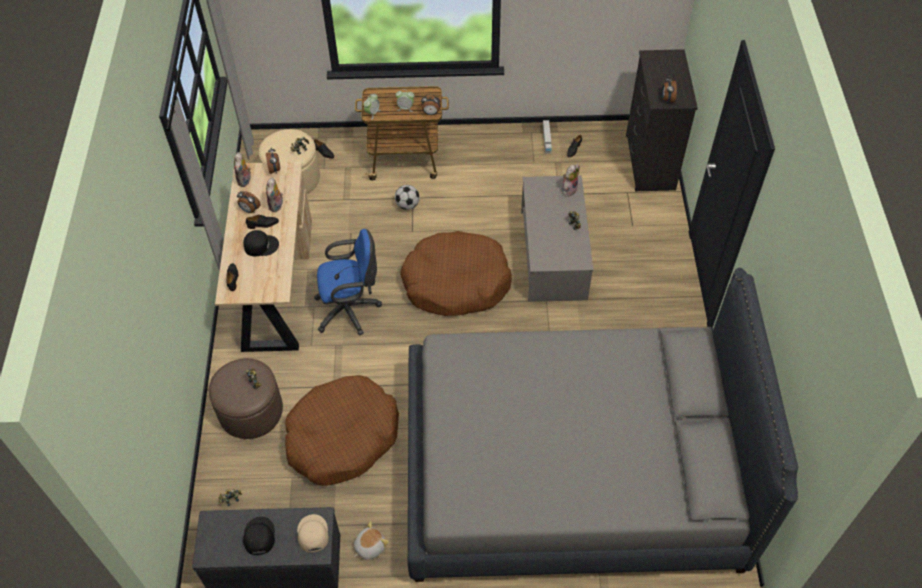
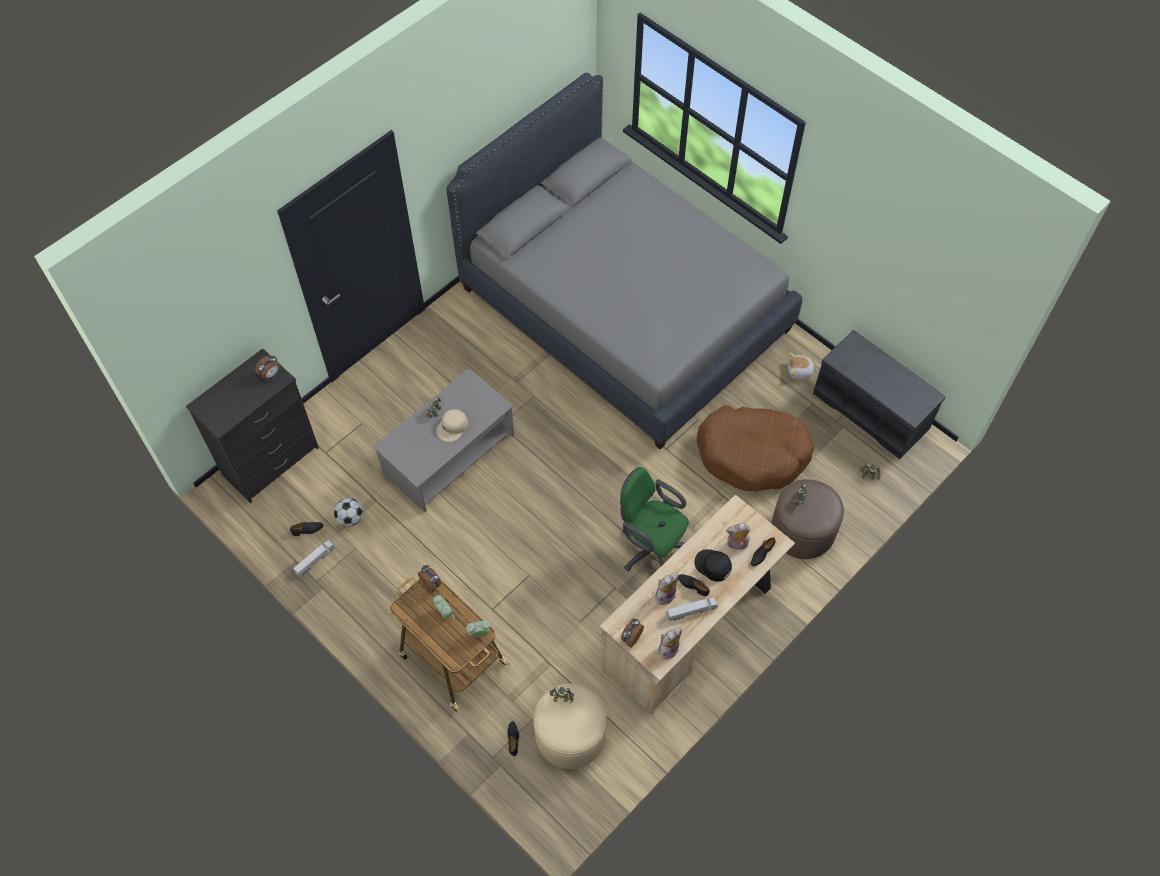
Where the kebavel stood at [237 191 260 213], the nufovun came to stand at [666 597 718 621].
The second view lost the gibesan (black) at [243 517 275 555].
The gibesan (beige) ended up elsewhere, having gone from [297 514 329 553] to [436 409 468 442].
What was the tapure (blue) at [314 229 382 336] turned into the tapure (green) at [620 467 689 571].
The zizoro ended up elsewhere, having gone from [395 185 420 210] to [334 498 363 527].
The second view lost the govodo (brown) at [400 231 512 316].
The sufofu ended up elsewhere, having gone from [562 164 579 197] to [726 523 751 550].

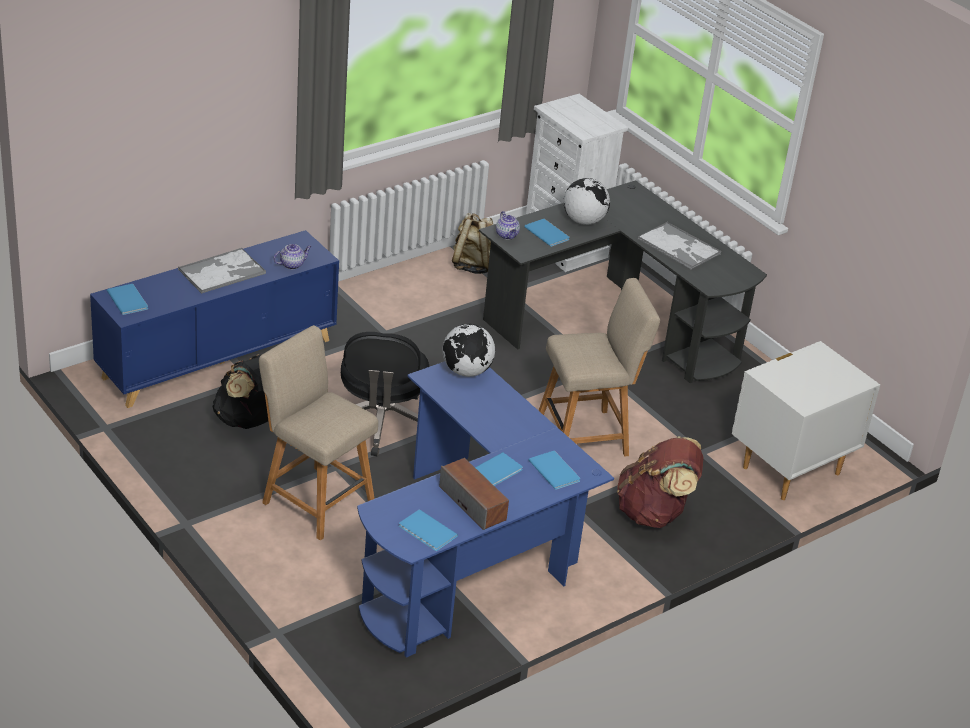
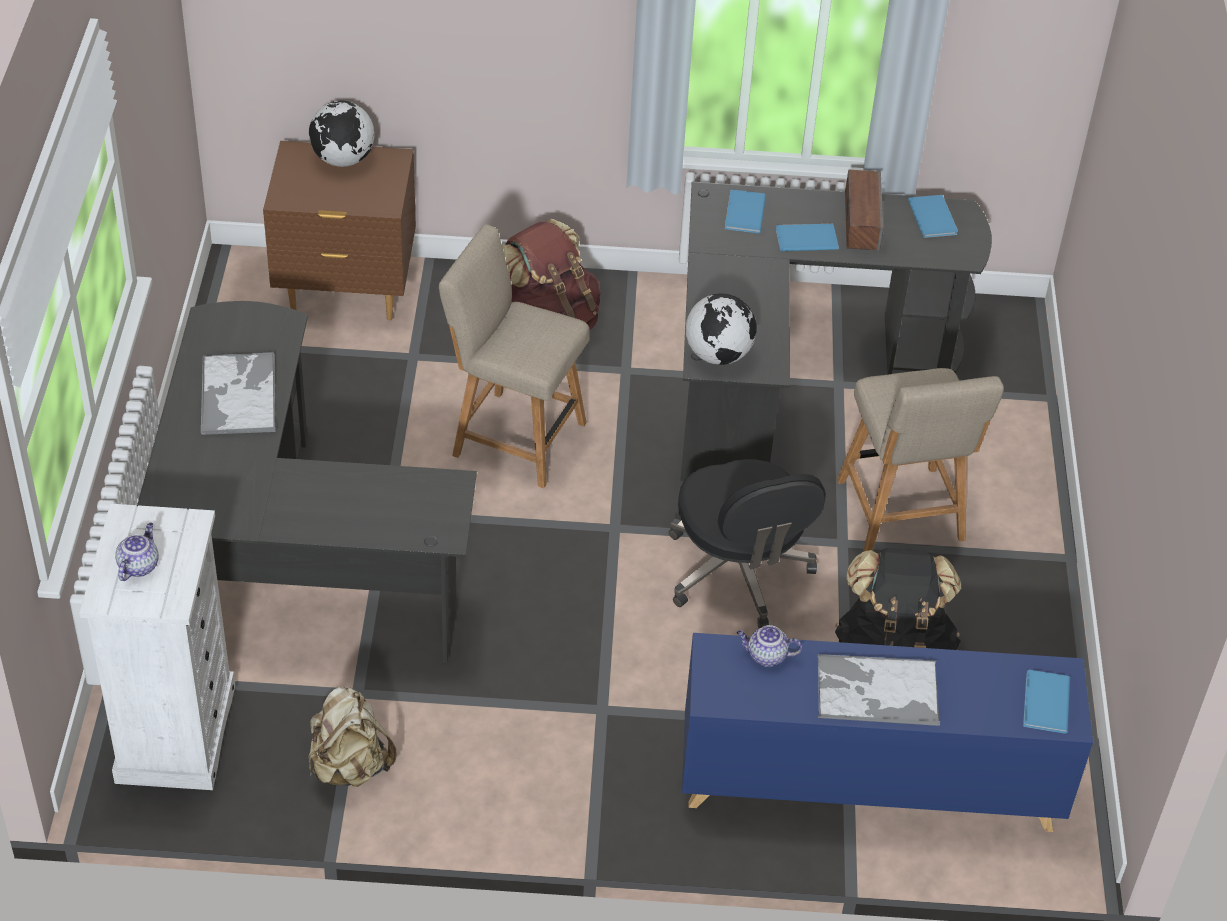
The tapure (black) at [341 332 429 456] ended up facing another way, 120 degrees clockwise from before.
What was the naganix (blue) at [357 361 614 658] turned into the naganix (black) at [680 182 992 481].
The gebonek ended up elsewhere, having gone from [496 211 520 239] to [115 522 159 581].
The second view lost the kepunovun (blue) at [524 219 570 247].
The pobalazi ended up elsewhere, having gone from [564 178 610 225] to [309 100 375 167].
What was the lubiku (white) at [732 341 880 500] turned into the lubiku (brown) at [263 141 416 320].

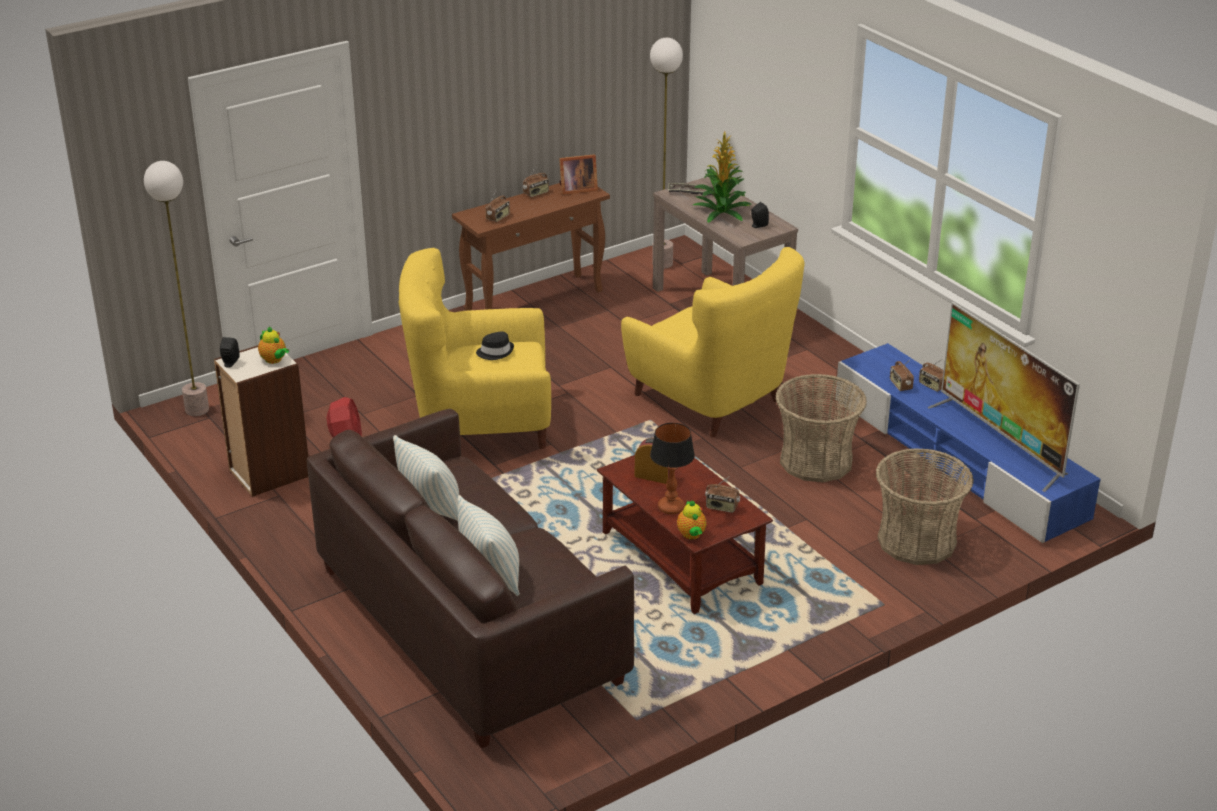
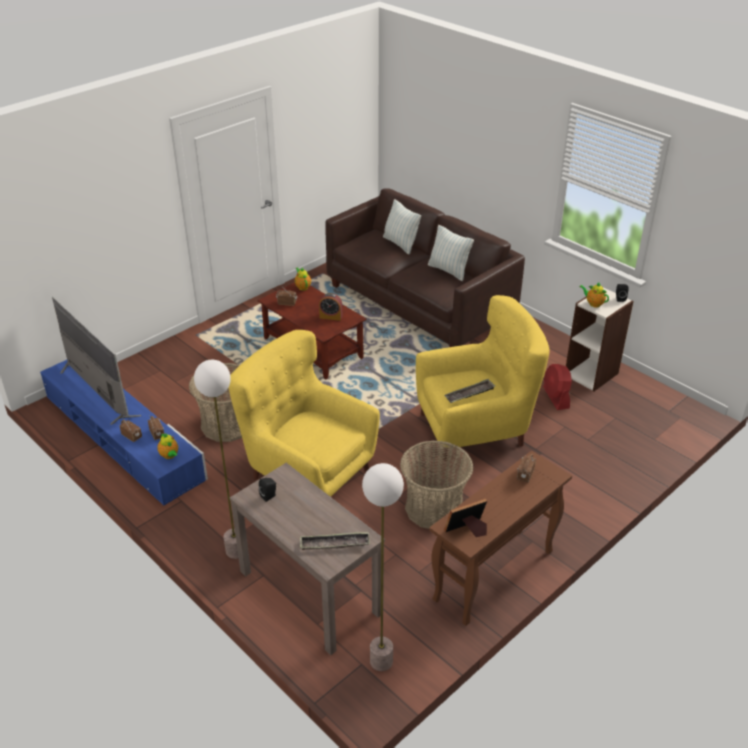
The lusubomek ended up elsewhere, having gone from [144 161 209 416] to [194 360 239 559].
Where the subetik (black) stood at [476 331 514 360], the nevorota came to stand at [444 379 495 403].
The second view lost the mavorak at [523 165 549 197].
The second view lost the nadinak at [650 423 695 514].
The second view lost the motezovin at [693 131 751 223].
The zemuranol ended up elsewhere, having gone from [875 448 974 565] to [400 441 473 529].
The second view gained the gebonek at [157 433 178 459].

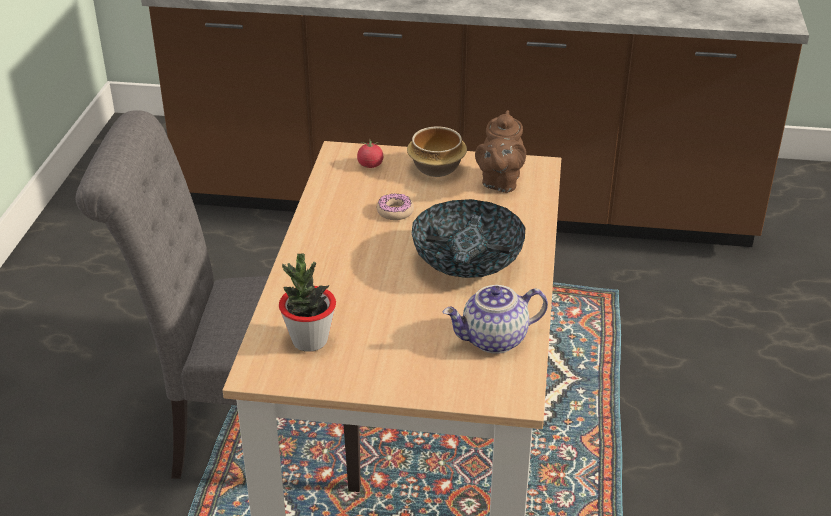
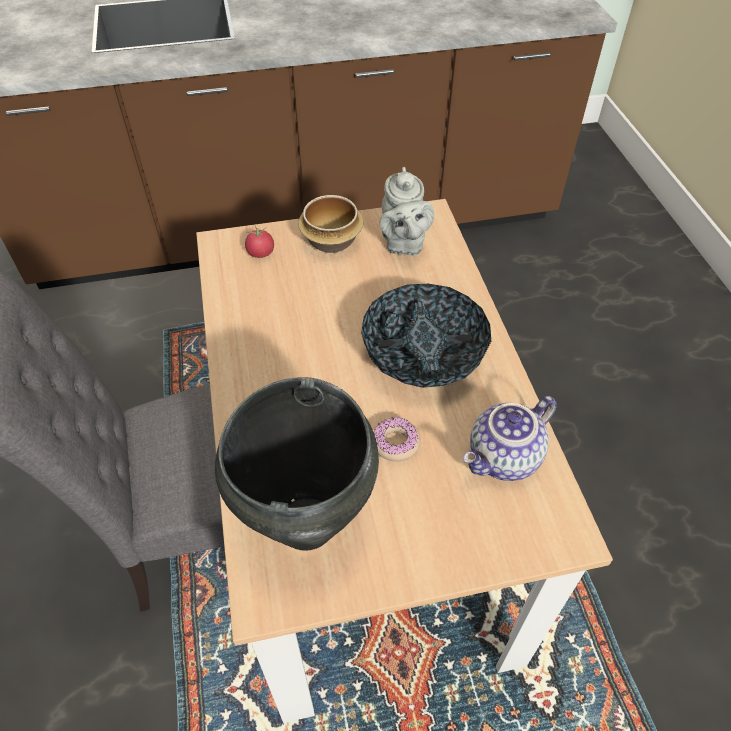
Where the motezovin stood at [279 253 336 352], the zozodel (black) came to stand at [215 377 379 551].
The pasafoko ended up elsewhere, having gone from [377 194 414 220] to [373 417 420 461].
What was the gebonek (brown) at [475 110 526 193] turned into the gebonek (grey) at [379 167 434 256].

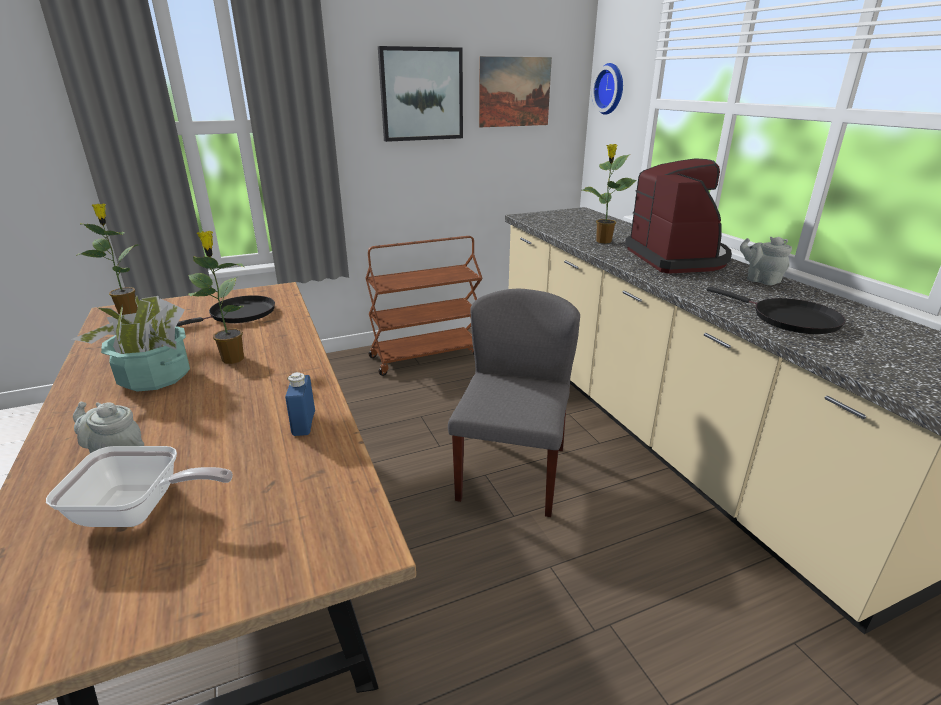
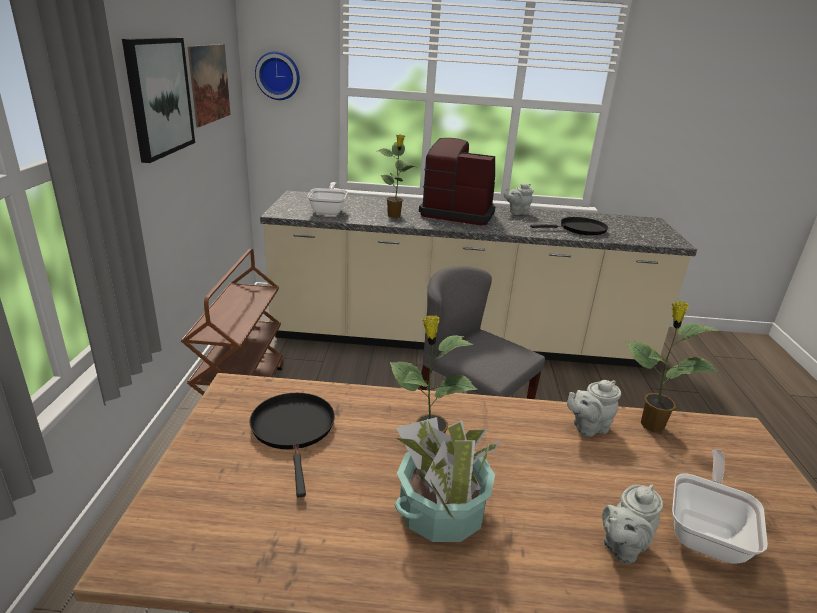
The motezovin ended up elsewhere, having gone from [76 204 141 315] to [626 301 721 432].
Where the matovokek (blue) stood at [285 372 315 436], the gebonek (grey) came to stand at [567 380 621 437].
The second view gained the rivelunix at [307 182 348 215].

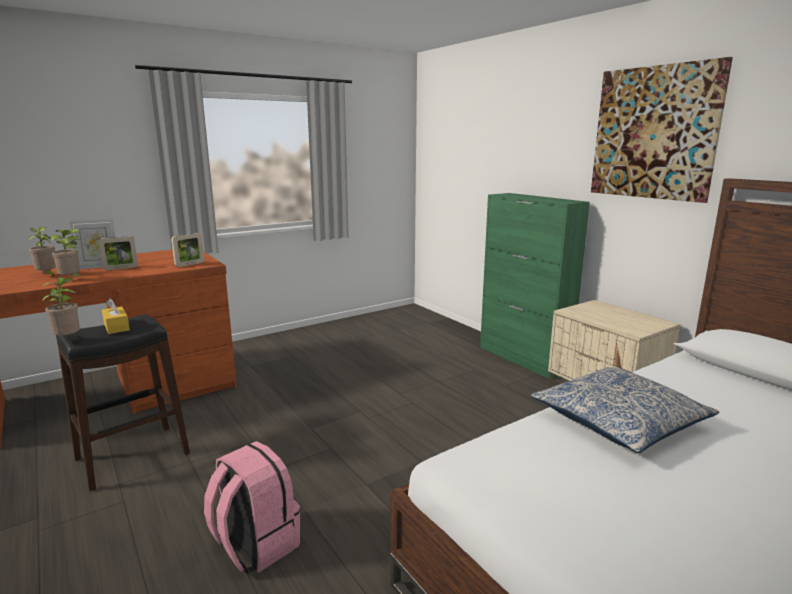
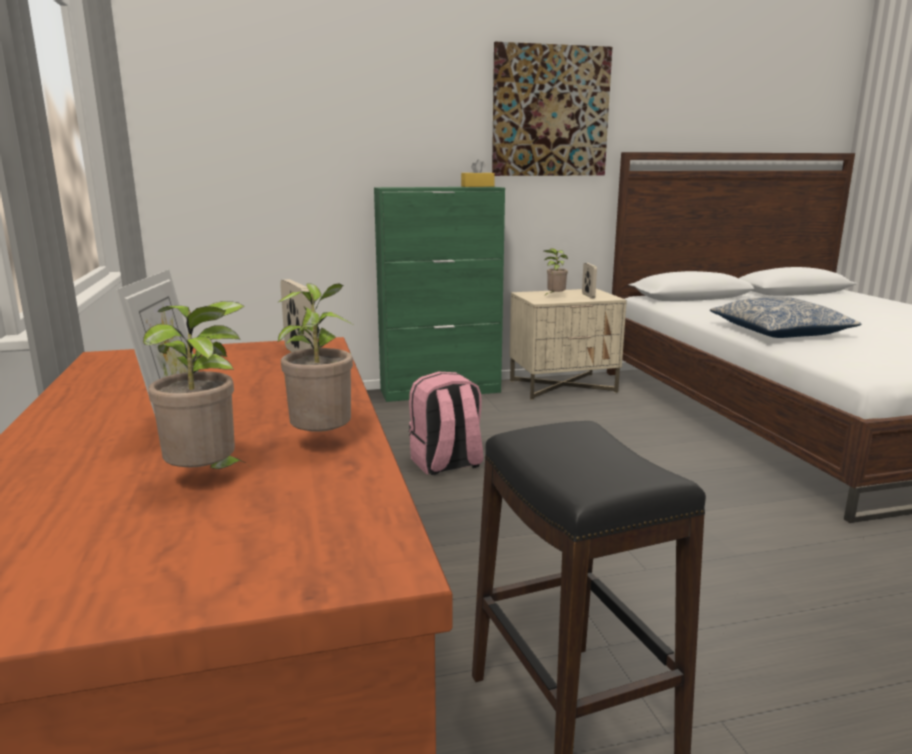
The motezovin ended up elsewhere, having gone from [41 277 80 335] to [543 248 568 297].
The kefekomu ended up elsewhere, having gone from [99 236 138 270] to [582 263 597 299].
The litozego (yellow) ended up elsewhere, having gone from [102 298 130 334] to [461 159 495 187].
The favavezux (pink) ended up elsewhere, having gone from [204 441 300 574] to [409 372 484 475].

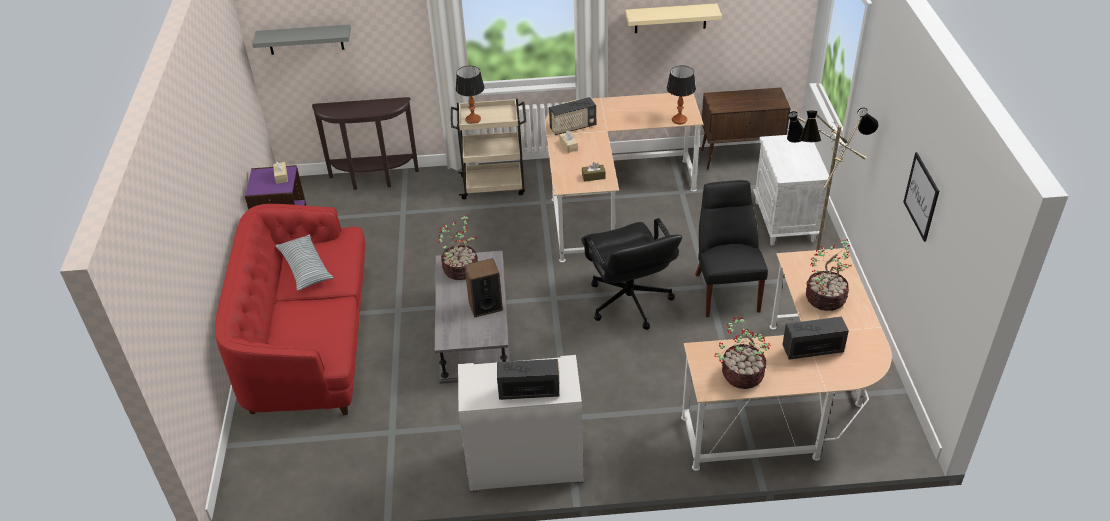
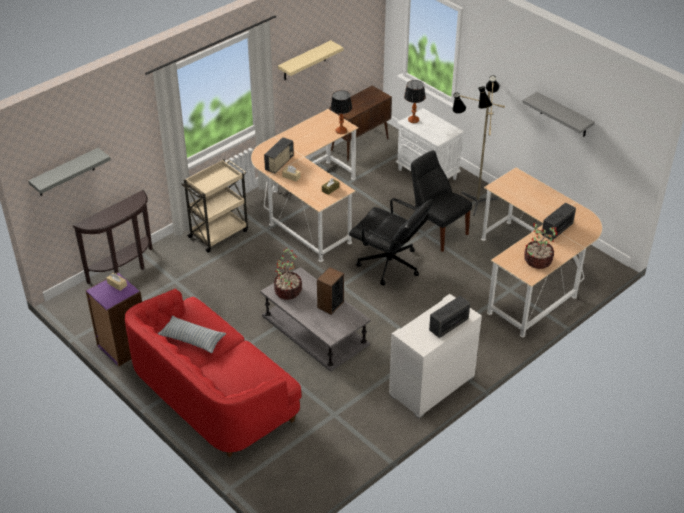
The nadinak ended up elsewhere, having gone from [456 66 485 124] to [404 80 426 123].
The second view lost the motezovin at [806 239 852 311].
Where the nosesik hung at [903 152 939 242], the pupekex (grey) came to hang at [522 92 595 137].

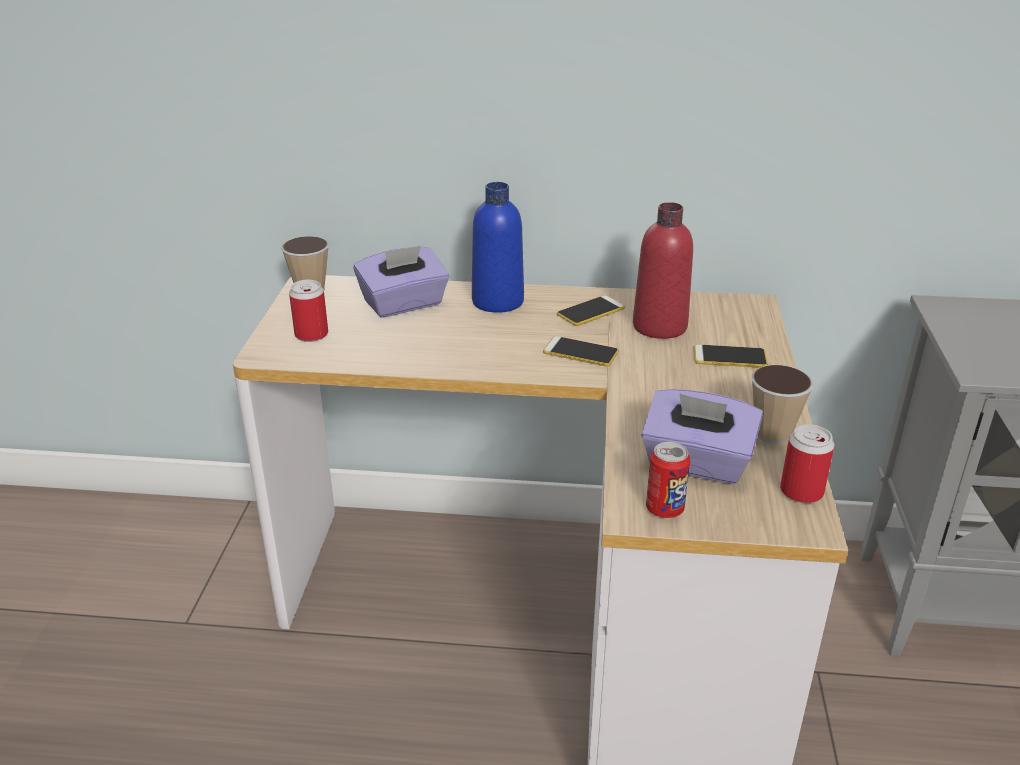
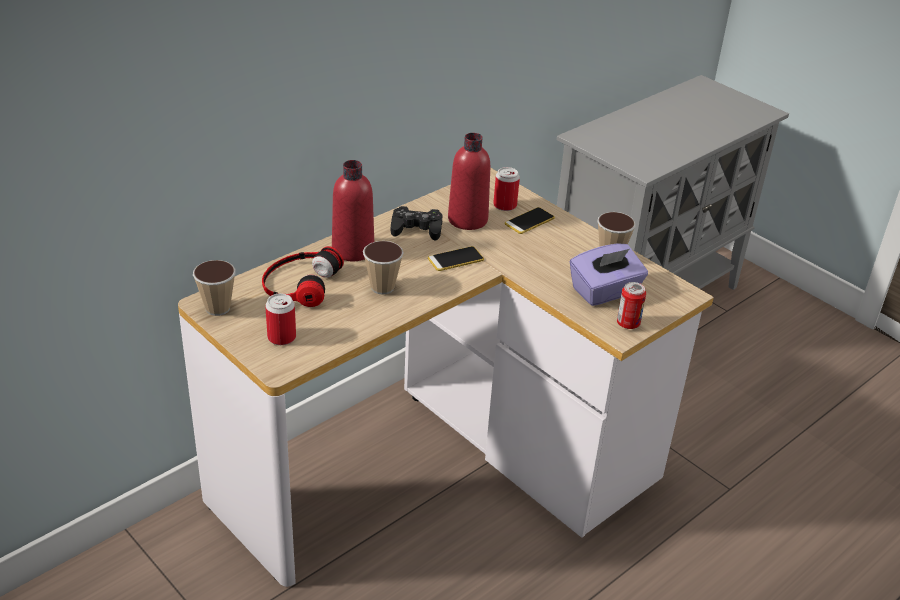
Where the litozego (purple) stood at [354 246 449 318], the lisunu came to stand at [262 246 344 307].
What was the matovokek (blue) at [472 182 524 313] turned into the matovokek (red) at [332 160 374 261].
Where the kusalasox stood at [557 295 625 326], the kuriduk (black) came to stand at [391 206 442 241].
The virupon ended up elsewhere, having gone from [780 424 835 503] to [493 167 520 211].
The second view gained the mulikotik at [363 241 404 295].

